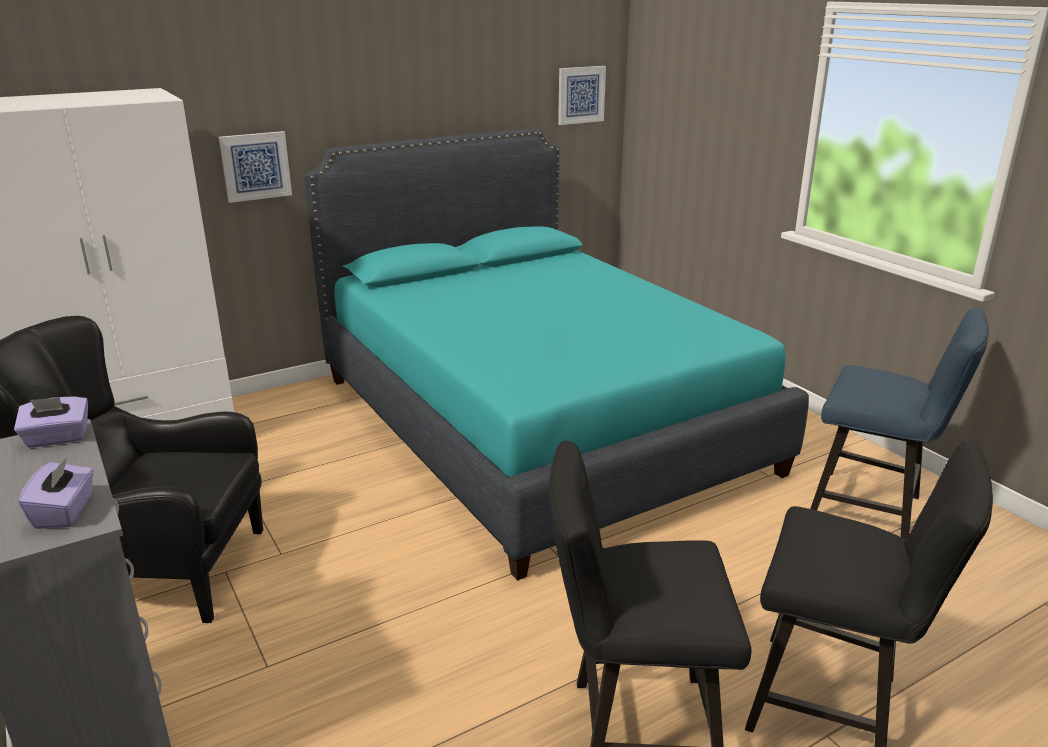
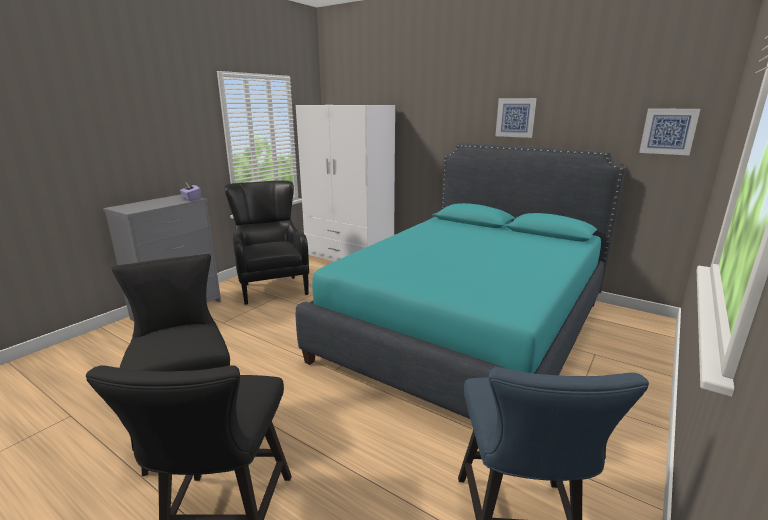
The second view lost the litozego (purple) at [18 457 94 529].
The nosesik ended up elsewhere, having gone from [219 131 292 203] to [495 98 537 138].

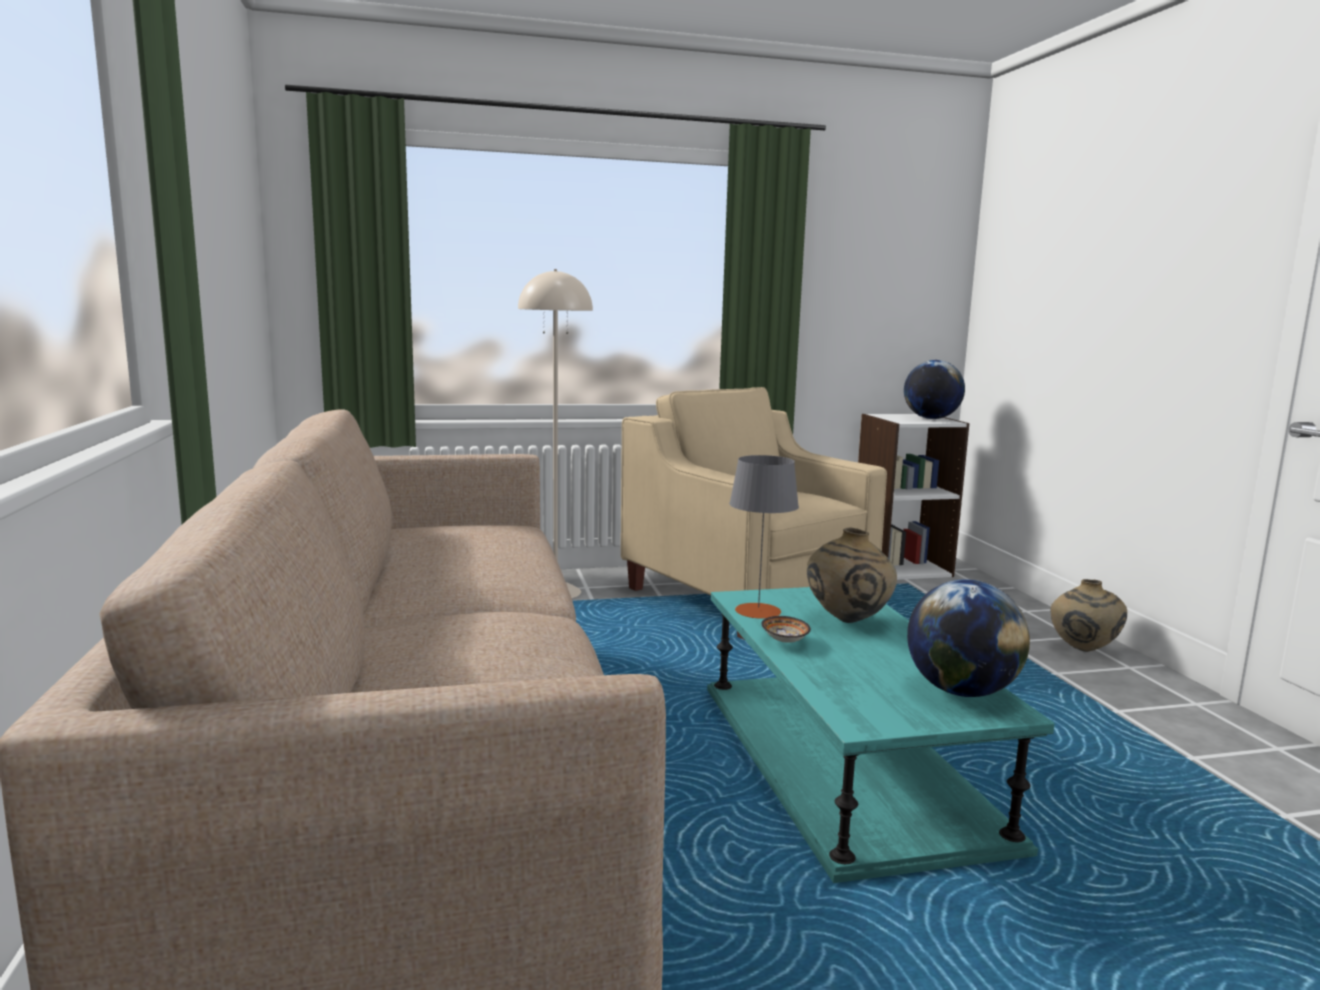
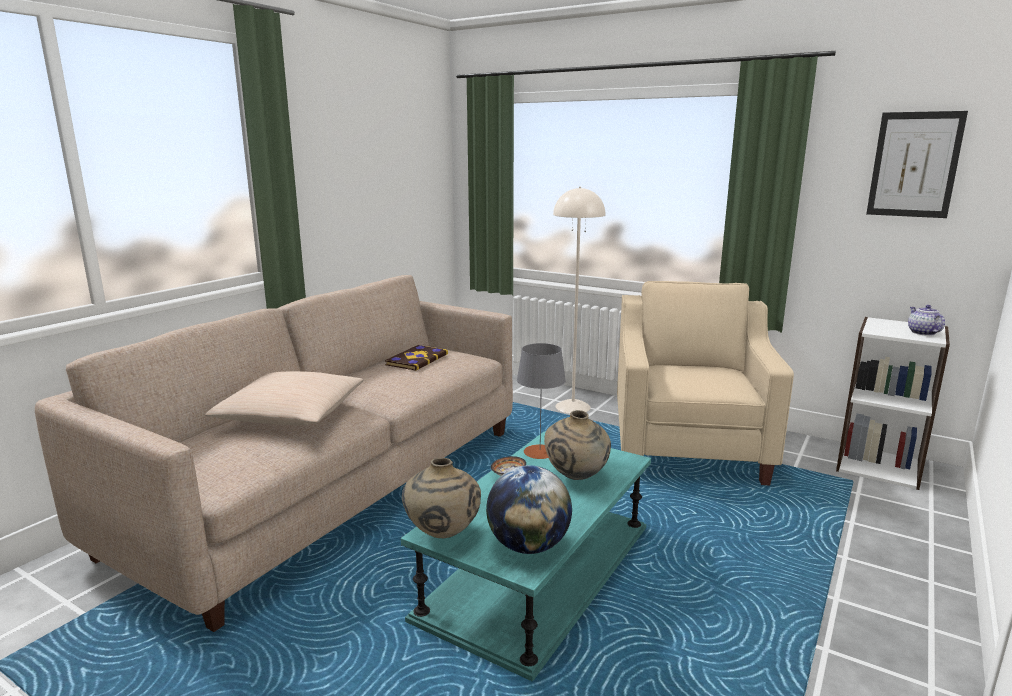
Where the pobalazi stood at [904 360 965 419], the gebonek came to stand at [908 305 945 336].
The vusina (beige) ended up elsewhere, having gone from [1050 579 1127 652] to [402 458 481 538].
The second view gained the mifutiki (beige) at [205 371 363 425].
The second view gained the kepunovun at [385 345 448 371].
The second view gained the nosesik at [866 111 968 218].

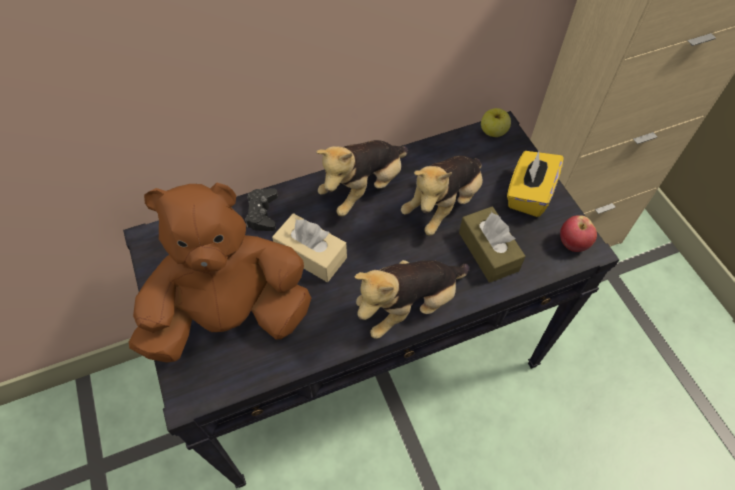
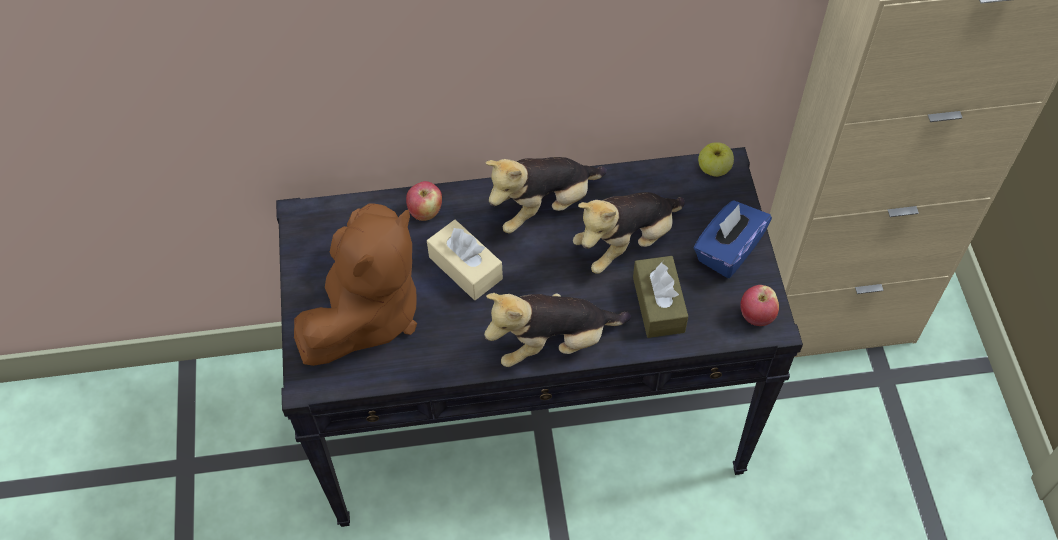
The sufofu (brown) at [129 183 311 363] ended up facing another way, 120 degrees clockwise from before.
Where the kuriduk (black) stood at [245 188 278 231], the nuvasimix came to stand at [406 181 442 221].
What was the litozego (yellow) at [507 151 564 217] turned into the litozego (blue) at [694 200 772 278].

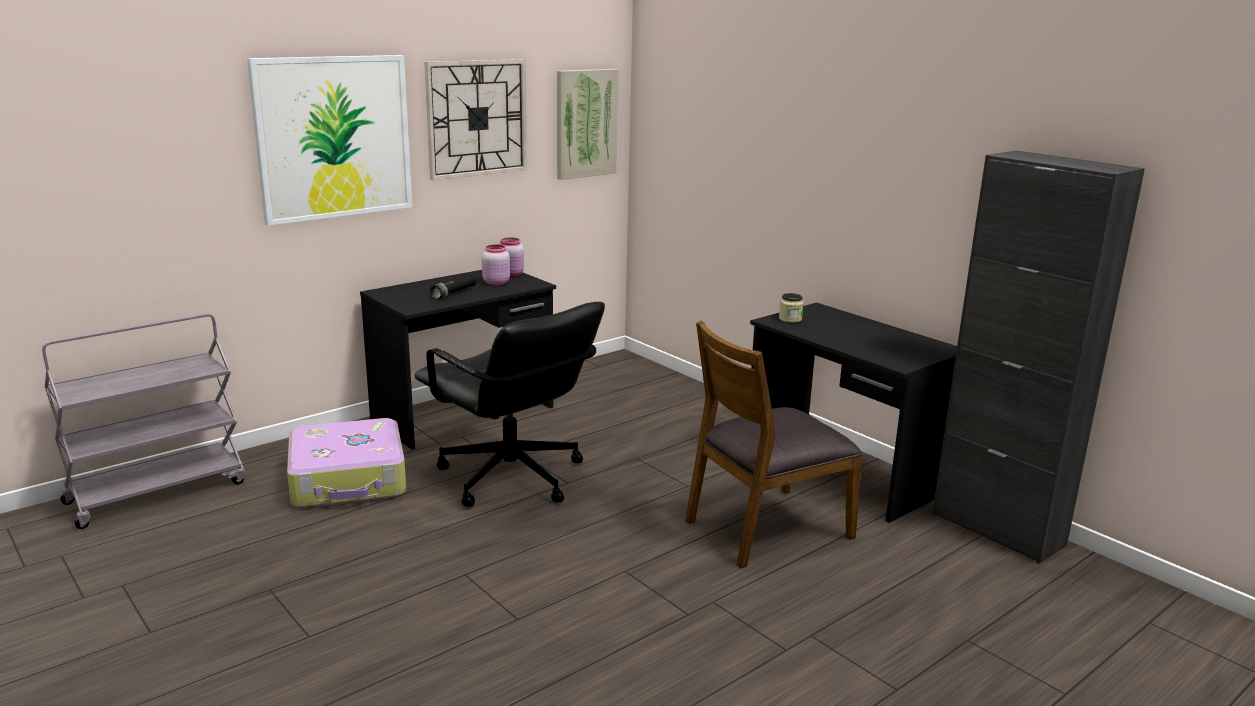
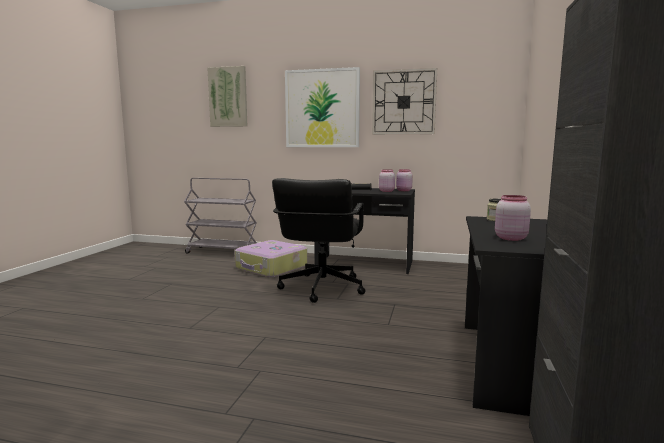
The nosesik ended up elsewhere, having gone from [557 69 619 180] to [207 66 247 127].
The second view lost the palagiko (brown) at [685 321 863 568].
The second view gained the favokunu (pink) at [495 195 531 241].

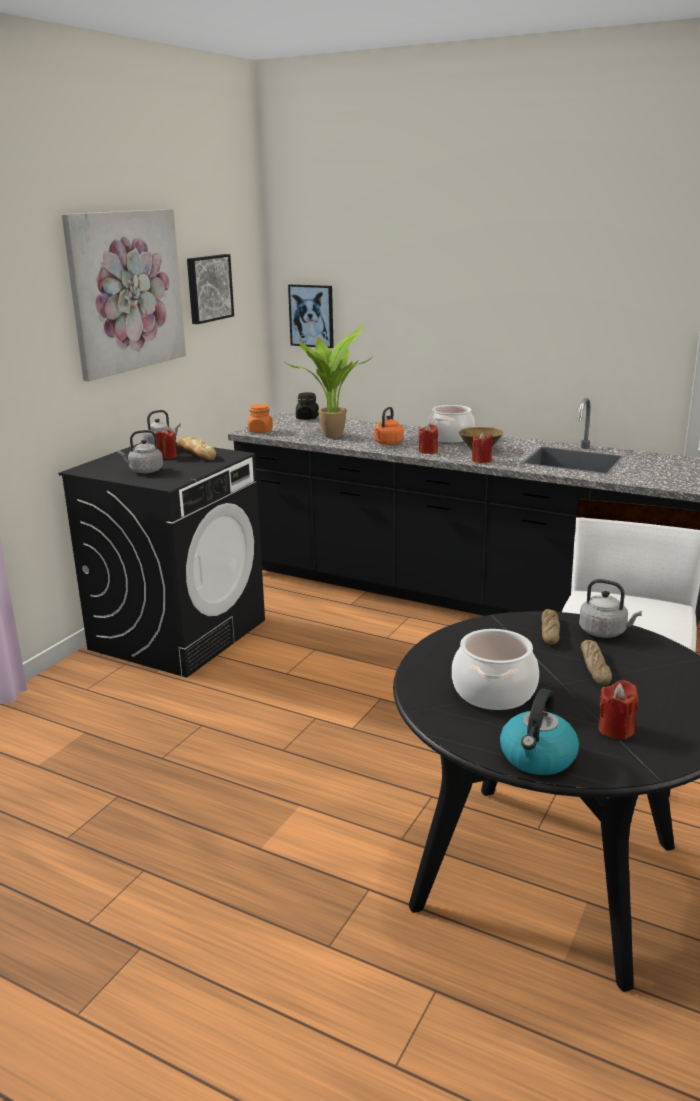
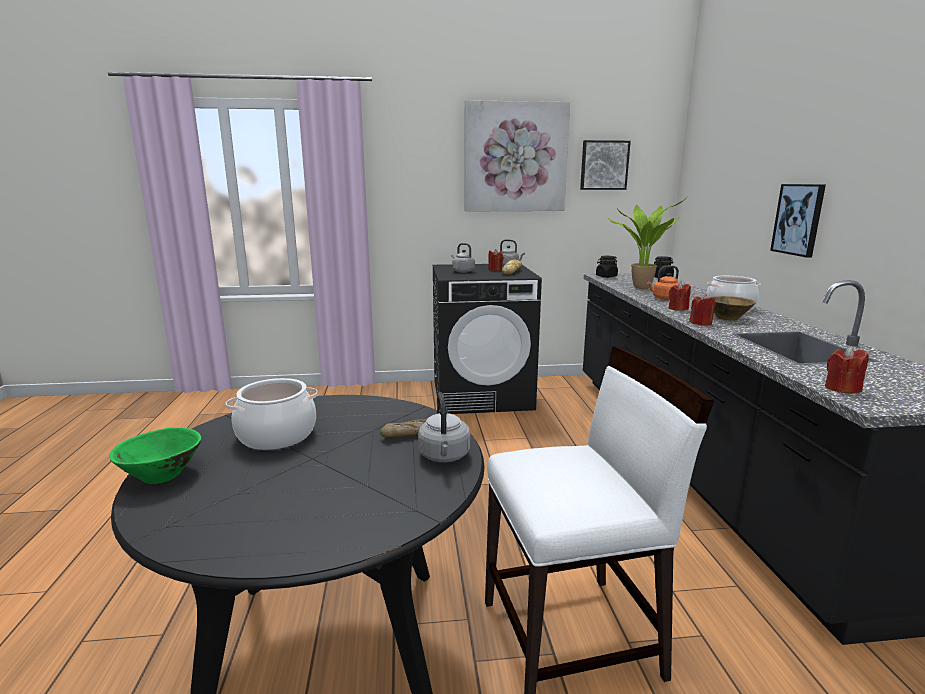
What was the favokunu (orange) at [248 404 273 433] turned into the favokunu (black) at [596 256 618 278].
The nosesik ended up elsewhere, having gone from [288 284 334 348] to [770 184 826 258].
Where the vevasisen stood at [500 689 579 775], the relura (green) came to stand at [109 427 202 484].
The second view lost the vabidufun at [581 640 612 685].
The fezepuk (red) ended up elsewhere, having gone from [598 680 639 740] to [825 347 869 394].

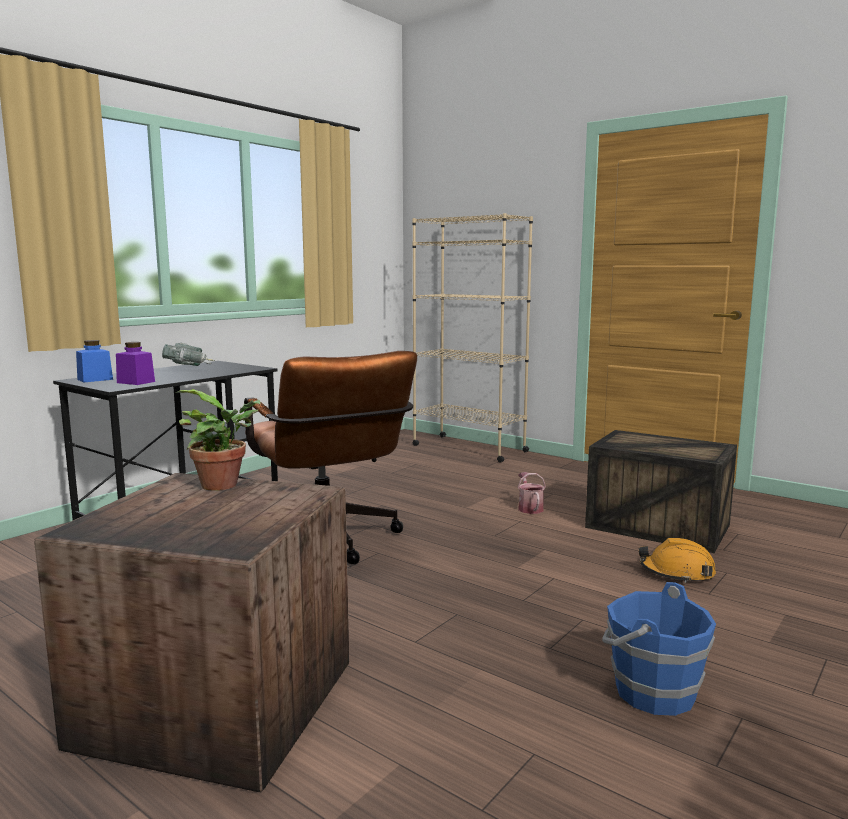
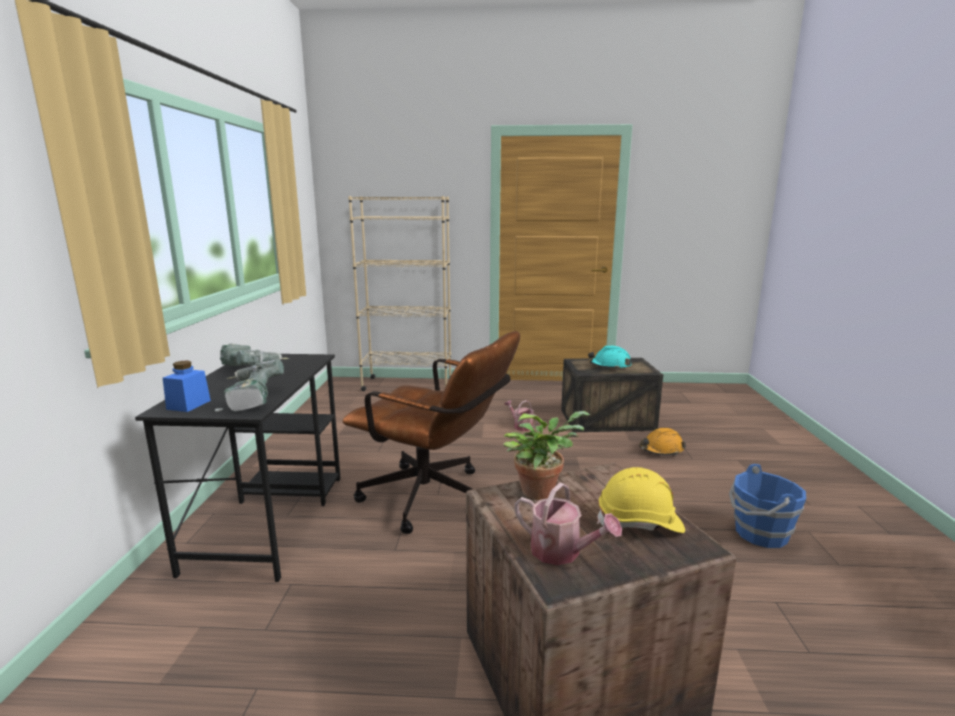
Where the favokunu (purple) stood at [116 342 155 385], the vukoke came to stand at [215 359 284 412].
The second view gained the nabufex at [514 483 622 565].
The second view gained the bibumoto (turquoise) at [588 346 631 370].
The second view gained the bibumoto (yellow) at [597 467 685 533].

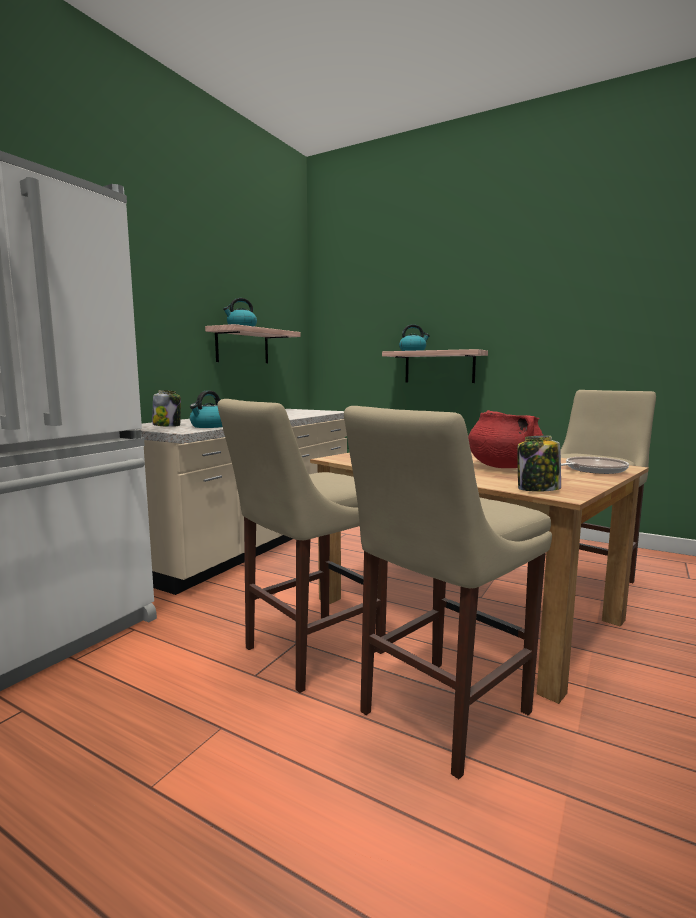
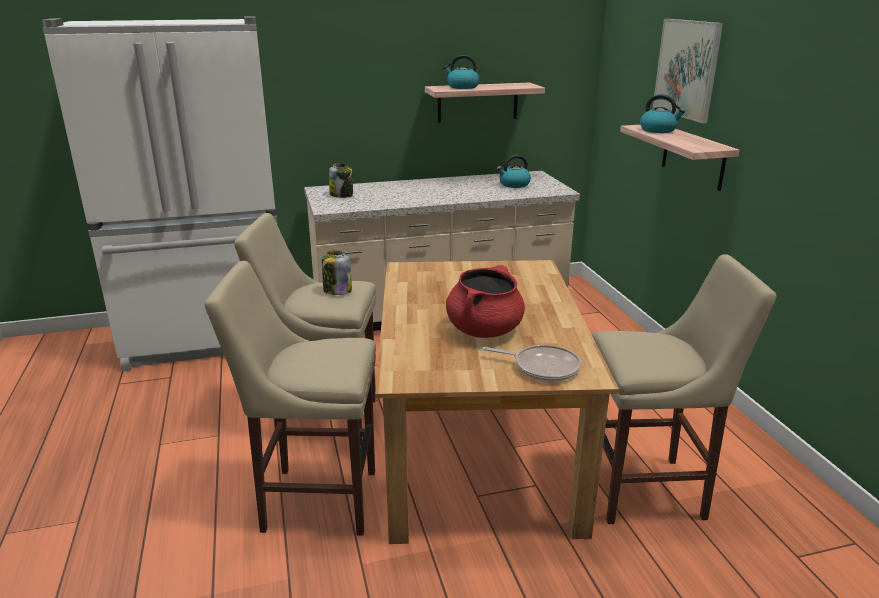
The vevasisen ended up elsewhere, having gone from [190 390 222 428] to [496 155 531 188].
The favokunu ended up elsewhere, having gone from [517 436 561 492] to [322 251 352 295].
The second view gained the nosesik at [653 19 723 123].

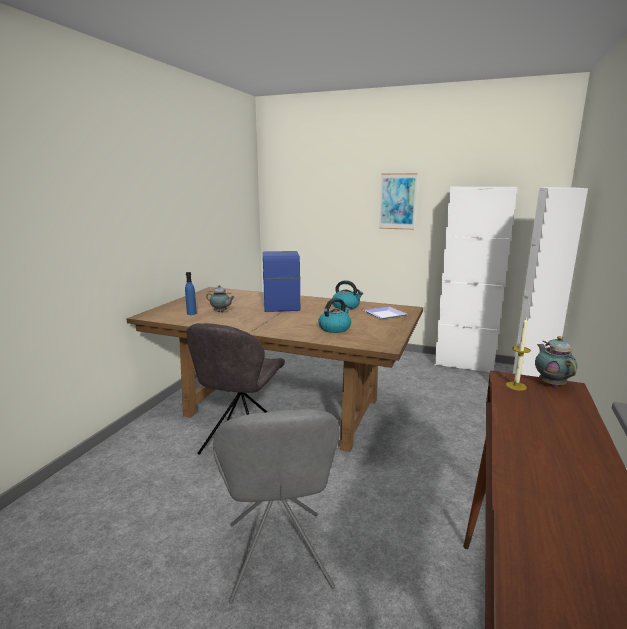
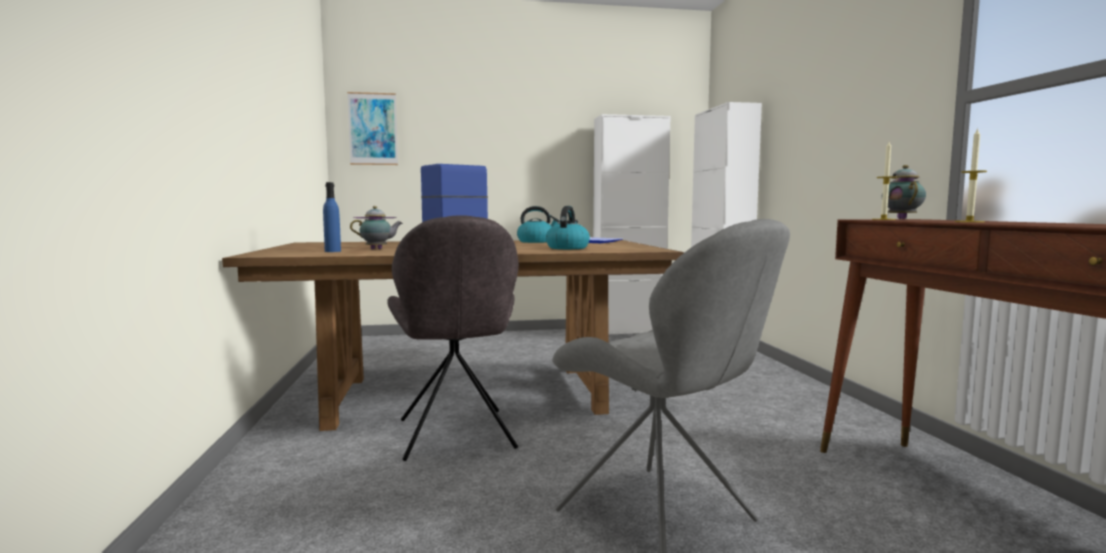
The nosesik ended up elsewhere, having gone from [379 173 418 230] to [347 92 398 165].
The gebonek at [535 336 577 387] ended up facing another way, 45 degrees clockwise from before.
The second view gained the fezepuk at [955 128 987 222].

